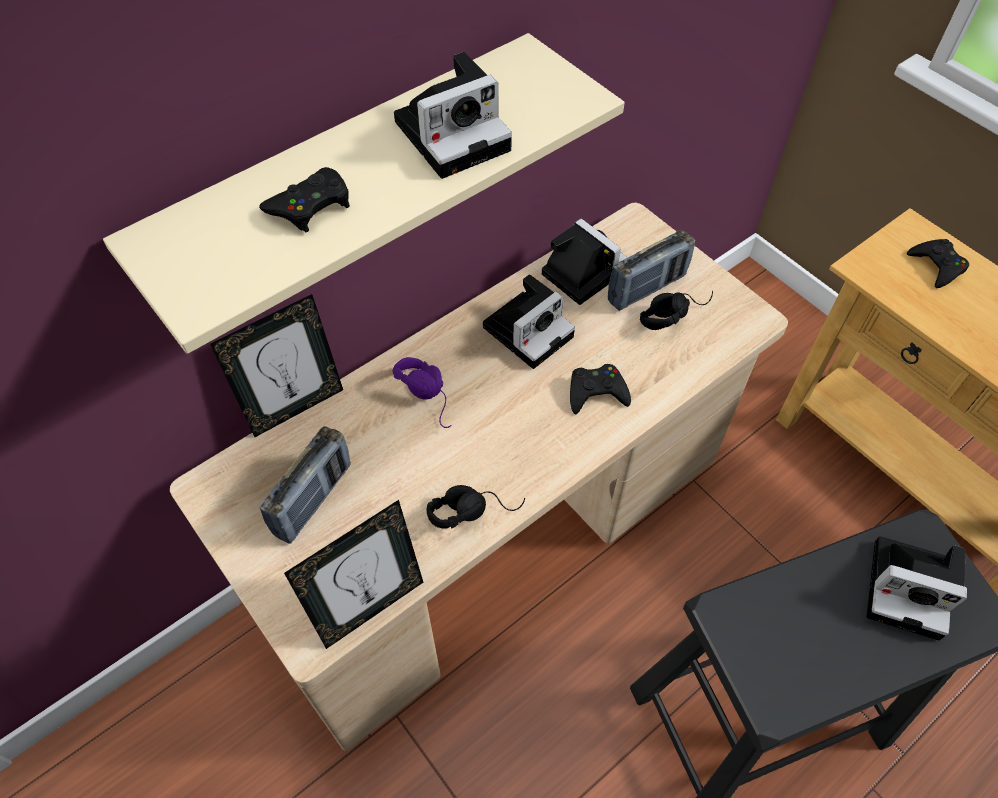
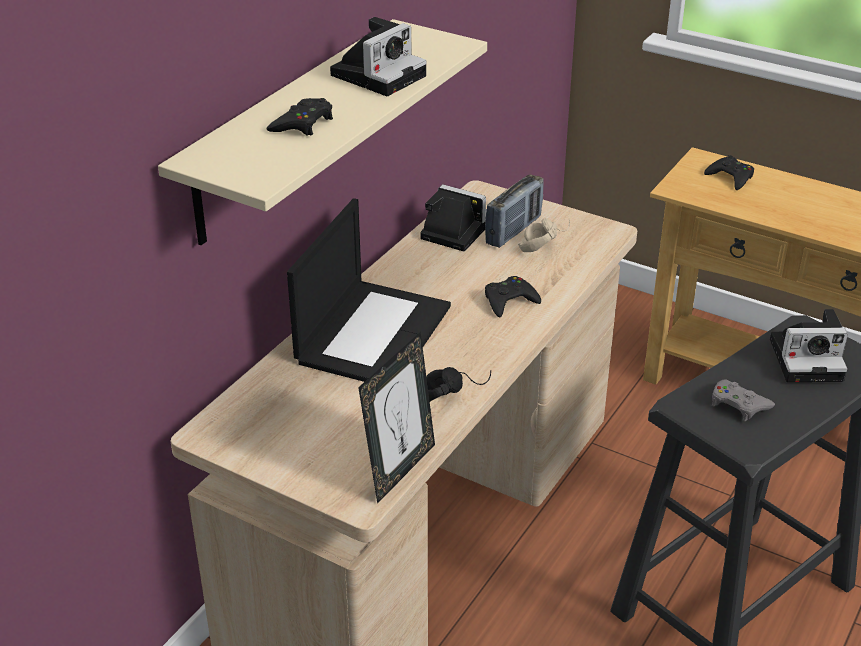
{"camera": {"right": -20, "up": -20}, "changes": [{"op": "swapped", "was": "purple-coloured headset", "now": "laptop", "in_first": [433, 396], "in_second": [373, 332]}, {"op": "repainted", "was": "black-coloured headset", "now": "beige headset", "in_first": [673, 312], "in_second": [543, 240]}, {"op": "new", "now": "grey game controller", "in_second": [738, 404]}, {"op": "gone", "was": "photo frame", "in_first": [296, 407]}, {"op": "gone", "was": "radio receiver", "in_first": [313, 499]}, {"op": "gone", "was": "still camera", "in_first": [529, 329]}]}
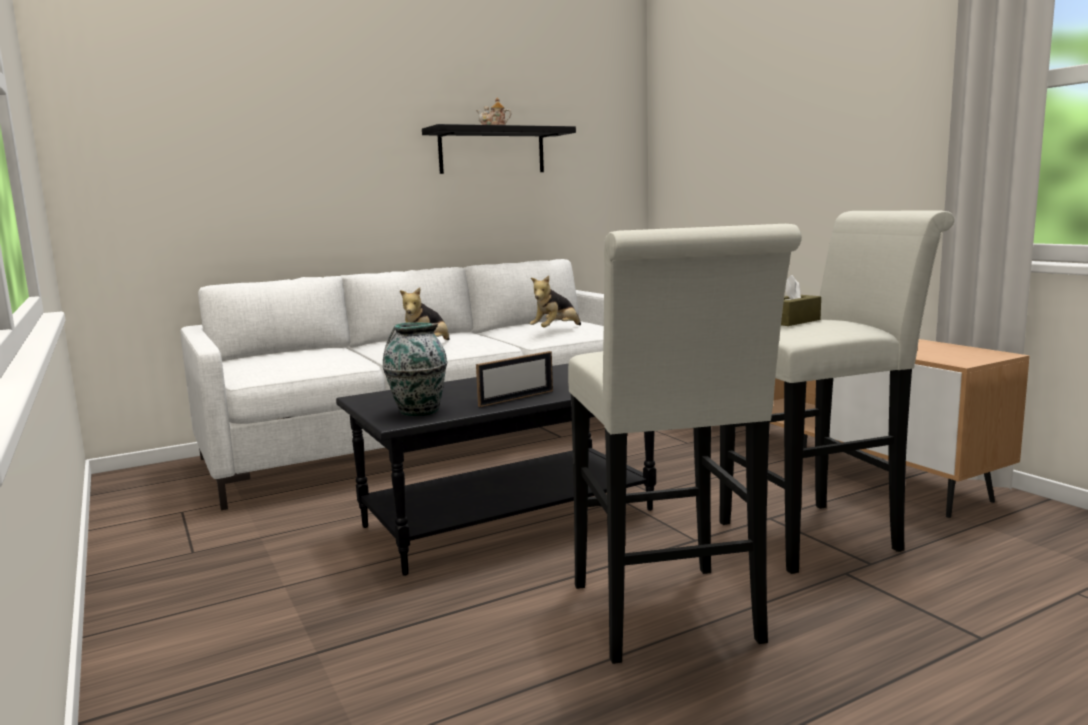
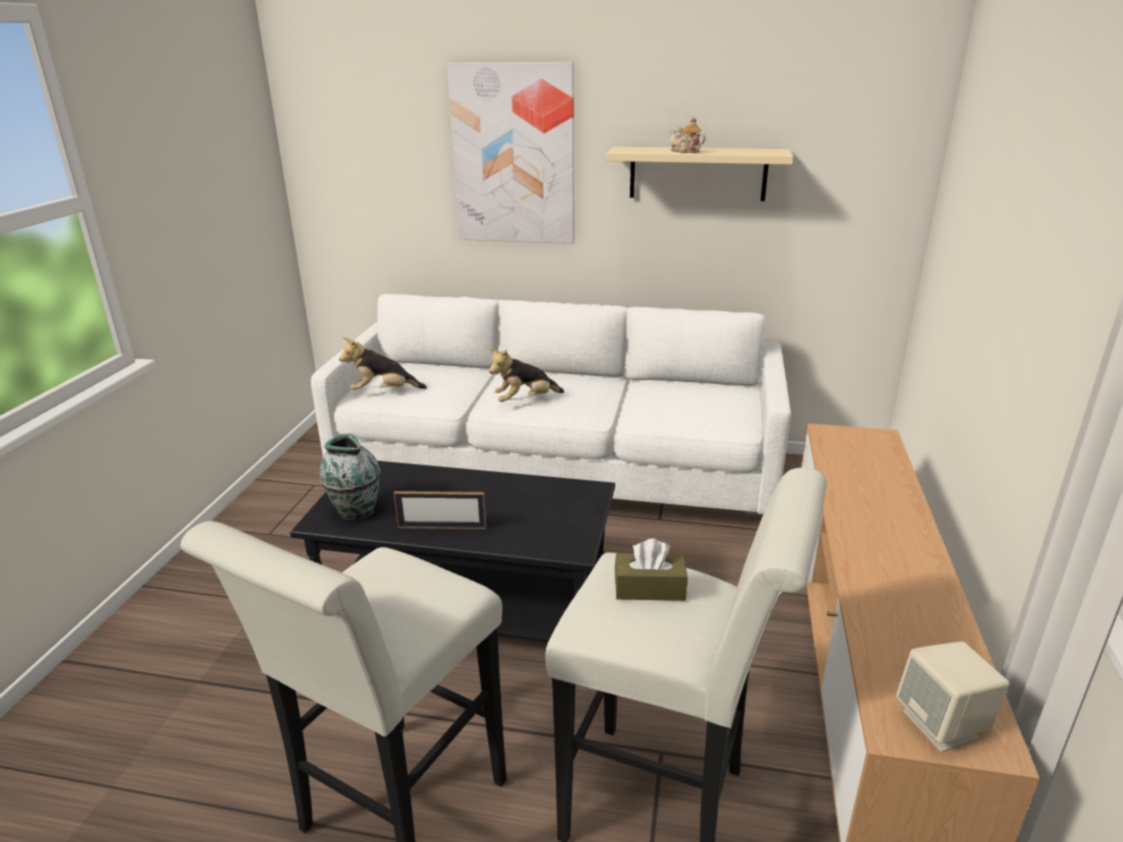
{"camera": {"right": 40, "up": 15}, "changes": [{"op": "shifted", "was": "cuddly toy", "in_first": [556, 330], "in_second": [383, 391]}, {"op": "new", "now": "wall picture", "in_second": [514, 155]}, {"op": "repainted", "was": "black-coloured wall shelf", "now": "beige wall shelf", "in_first": [492, 151], "in_second": [697, 173]}, {"op": "new", "now": "beige loudspeaker", "in_second": [942, 725]}]}
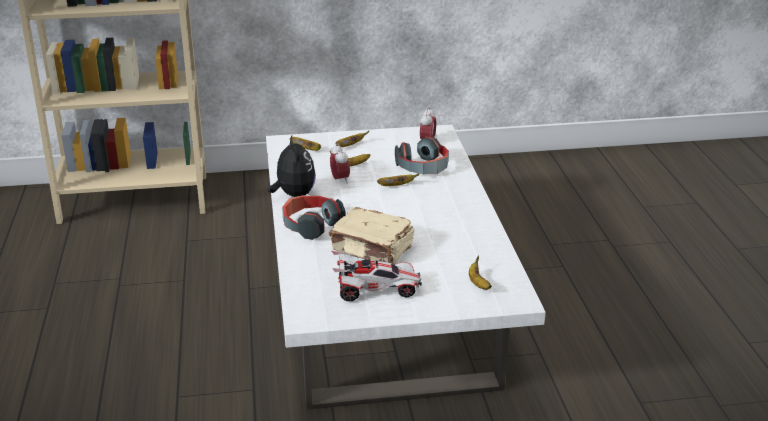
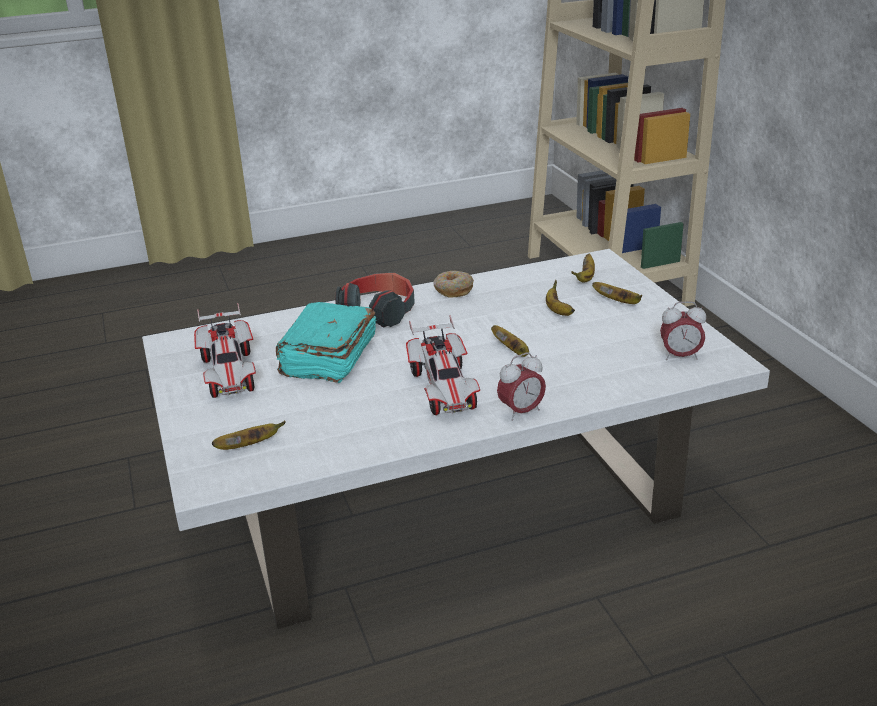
{"camera": {"right": 80, "up": 0}, "changes": [{"op": "repainted", "was": "beige volume", "now": "blue-green volume", "in_first": [373, 249], "in_second": [328, 358]}, {"op": "new", "now": "toy car", "in_second": [444, 389]}, {"op": "swapped", "was": "cuddly toy", "now": "donut", "in_first": [293, 195], "in_second": [453, 290]}, {"op": "shifted", "was": "bedside clock", "in_first": [340, 180], "in_second": [521, 412]}, {"op": "gone", "was": "headset", "in_first": [423, 167]}]}
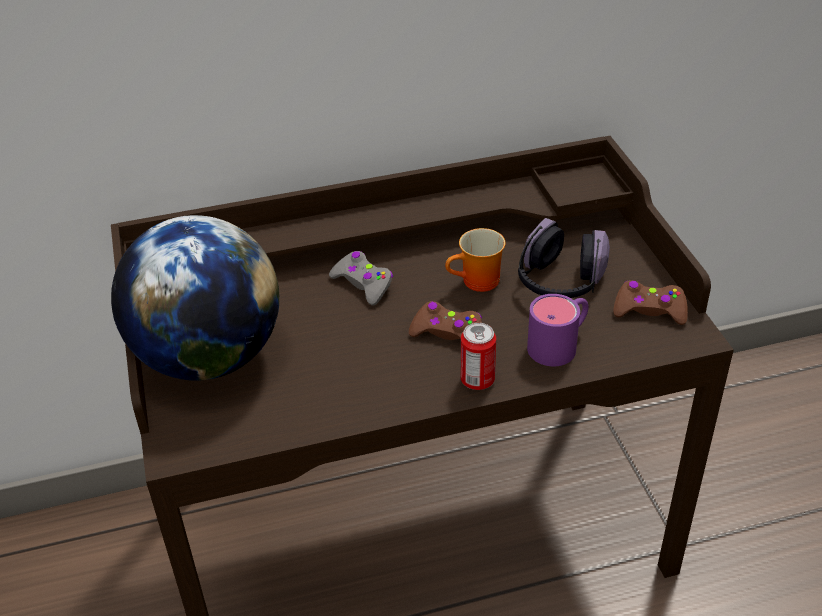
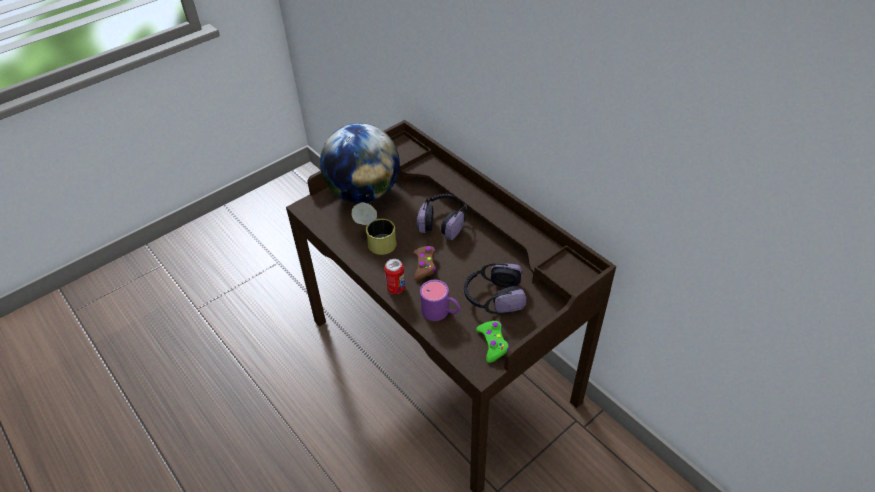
{"camera": {"right": 65, "up": 5}, "changes": [{"op": "new", "now": "metal can", "in_second": [376, 240]}, {"op": "swapped", "was": "grey game controller", "now": "headset", "in_first": [363, 284], "in_second": [444, 222]}, {"op": "repainted", "was": "brownish game controller", "now": "greenish game controller", "in_first": [649, 310], "in_second": [493, 343]}, {"op": "gone", "was": "tea mug", "in_first": [478, 283]}]}
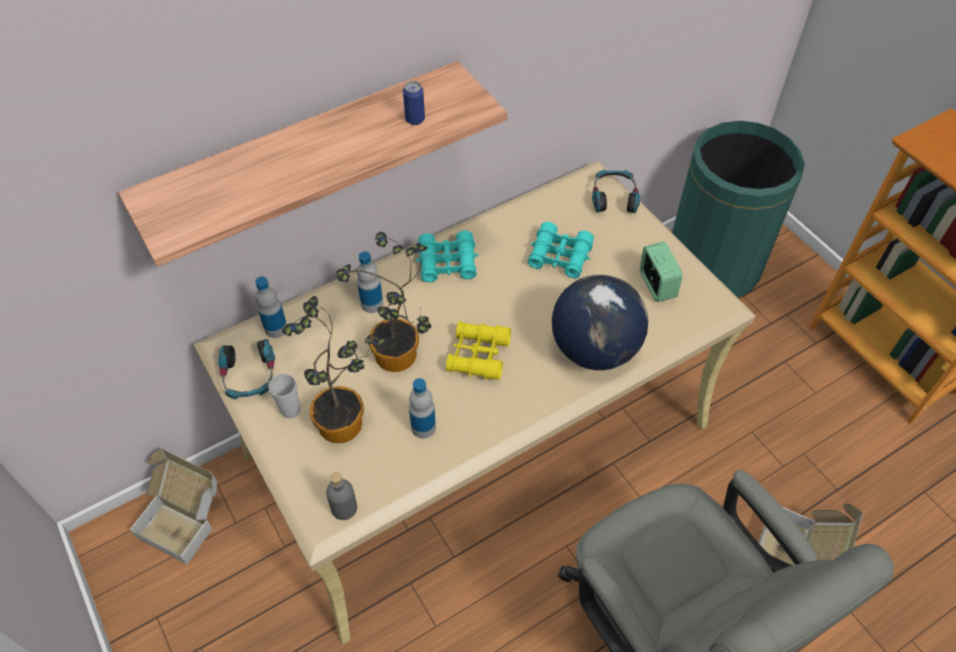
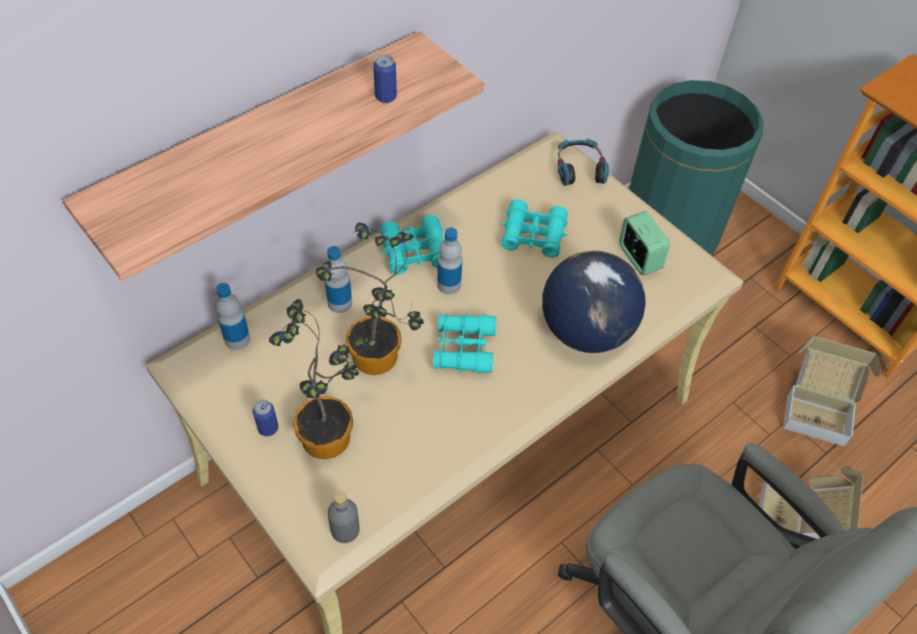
{"camera": {"right": -10, "up": 0}, "changes": [{"op": "swapped", "was": "small cup", "now": "metal can", "in_first": [290, 411], "in_second": [268, 428]}, {"op": "repainted", "was": "yellowish binoculars", "now": "blue-green binoculars", "in_first": [478, 355], "in_second": [464, 348]}, {"op": "shifted", "was": "beverage bottle", "in_first": [423, 427], "in_second": [449, 285]}, {"op": "shifted", "was": "cardboard box", "in_first": [185, 519], "in_second": [817, 407]}, {"op": "gone", "was": "headset", "in_first": [249, 376]}]}
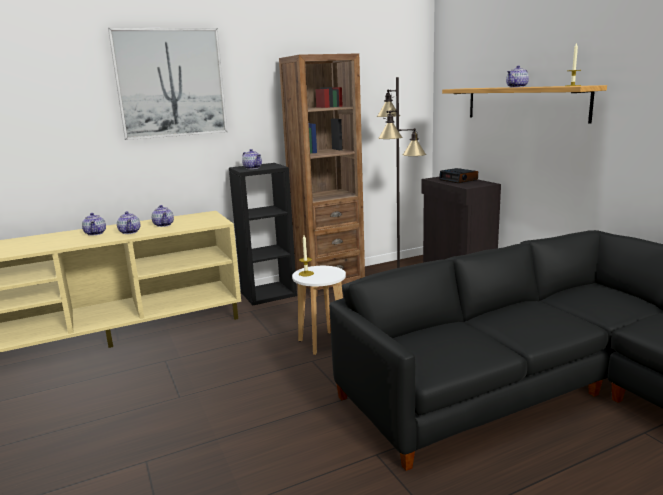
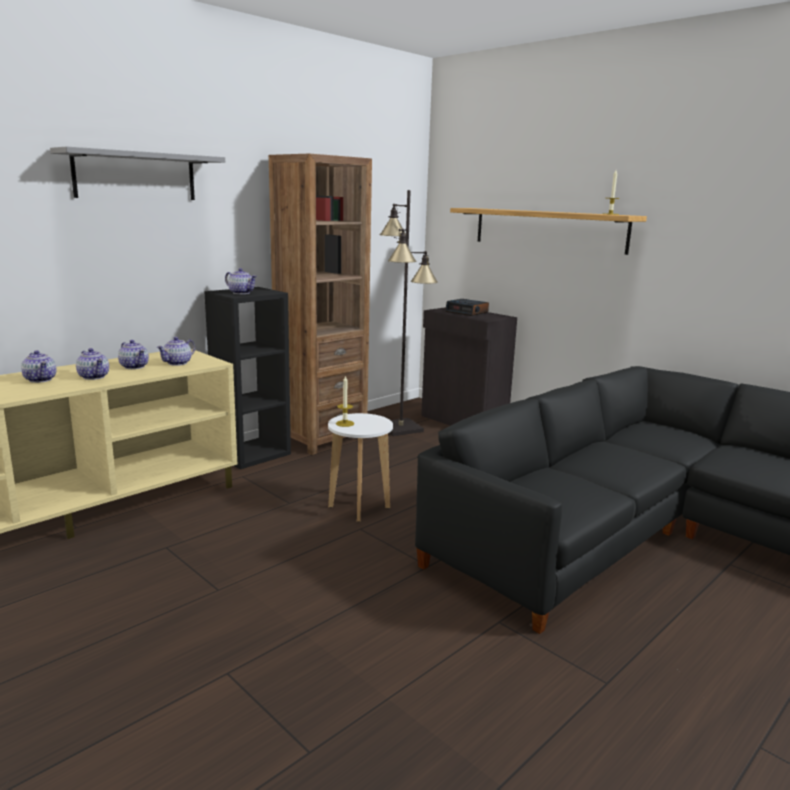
{"camera": {"right": -20, "up": 0}, "changes": [{"op": "swapped", "was": "wall picture", "now": "grey wall shelf", "in_first": [171, 83], "in_second": [135, 176]}, {"op": "shifted", "was": "pot for tea", "in_first": [517, 87], "in_second": [178, 363]}]}
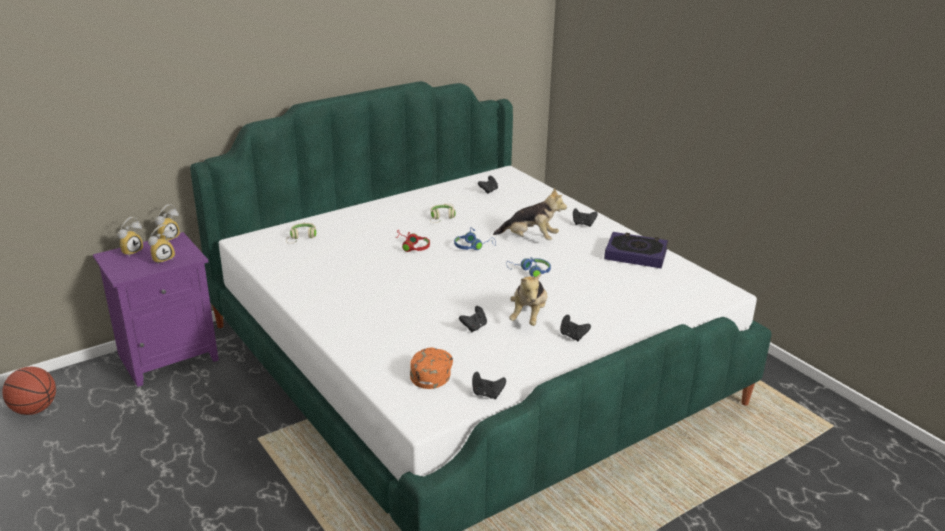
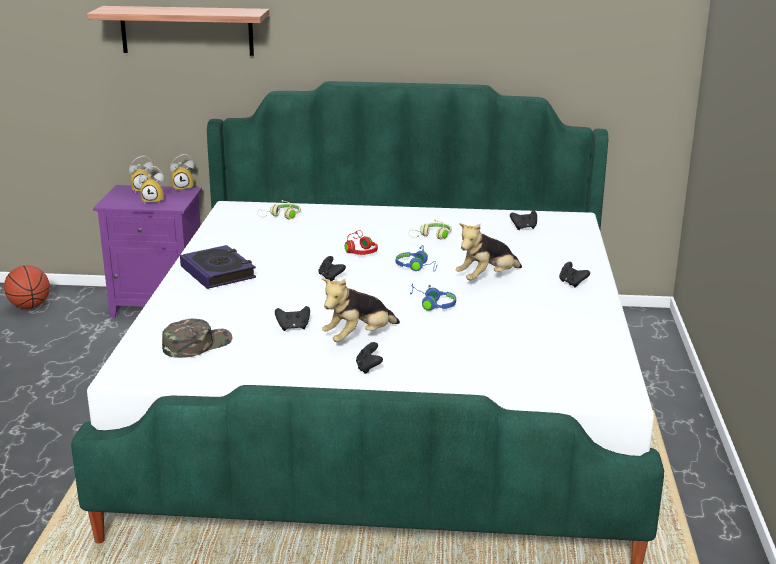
{"camera": {"right": 40, "up": -5}, "changes": [{"op": "new", "now": "wall shelf", "in_second": [187, 30]}, {"op": "repainted", "was": "orangey baseball cap", "now": "greenish baseball cap", "in_first": [431, 370], "in_second": [197, 344]}, {"op": "shifted", "was": "volume", "in_first": [635, 254], "in_second": [218, 272]}, {"op": "shifted", "was": "black-coloured game controller", "in_first": [487, 394], "in_second": [330, 277]}, {"op": "rotated", "was": "cuddly toy", "in_first": [530, 239], "in_second": [487, 278], "clockwise": 90}]}
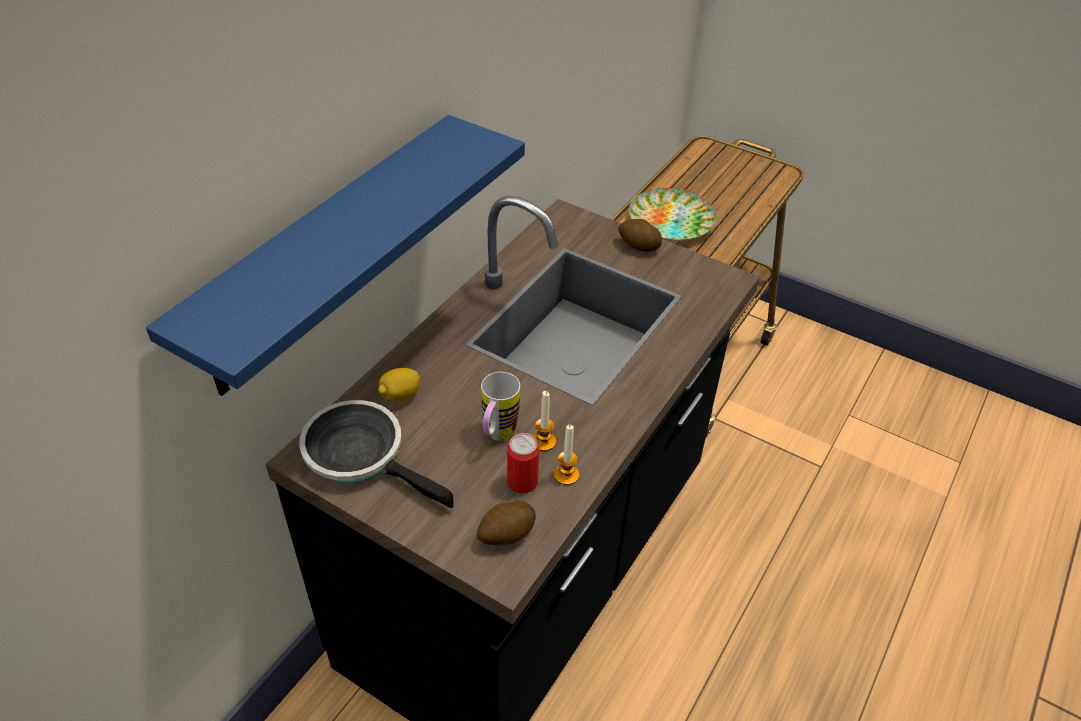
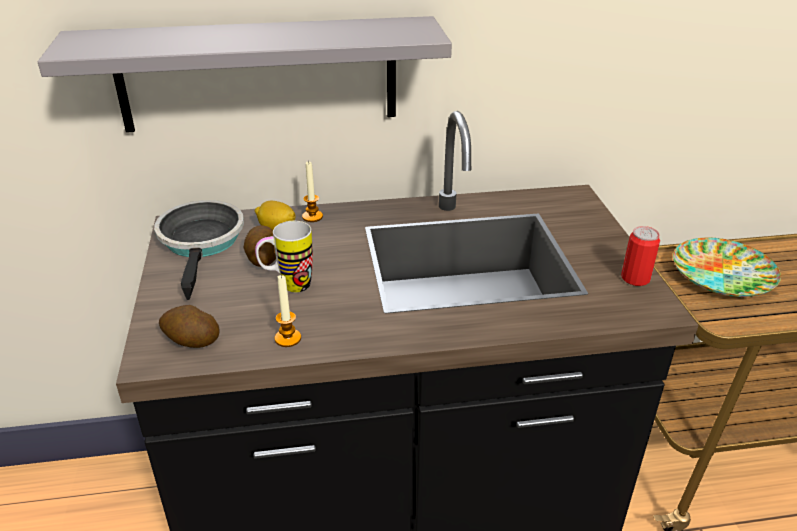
{"camera": {"right": 50, "up": -10}, "changes": [{"op": "repainted", "was": "bluish wall shelf", "now": "grey wall shelf", "in_first": [327, 254], "in_second": [258, 75]}, {"op": "shifted", "was": "potato", "in_first": [638, 246], "in_second": [263, 258]}, {"op": "shifted", "was": "wax candle", "in_first": [543, 441], "in_second": [312, 217]}, {"op": "shifted", "was": "metal can", "in_first": [522, 481], "in_second": [635, 278]}]}
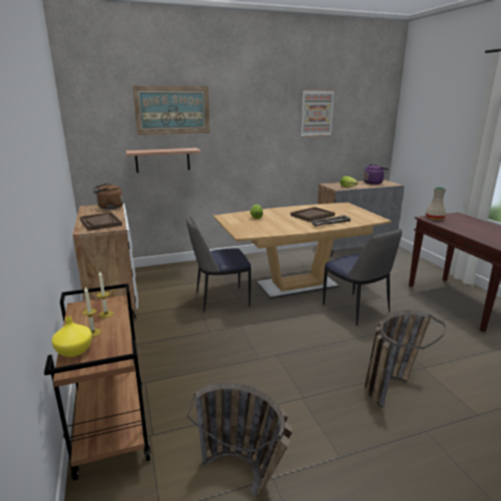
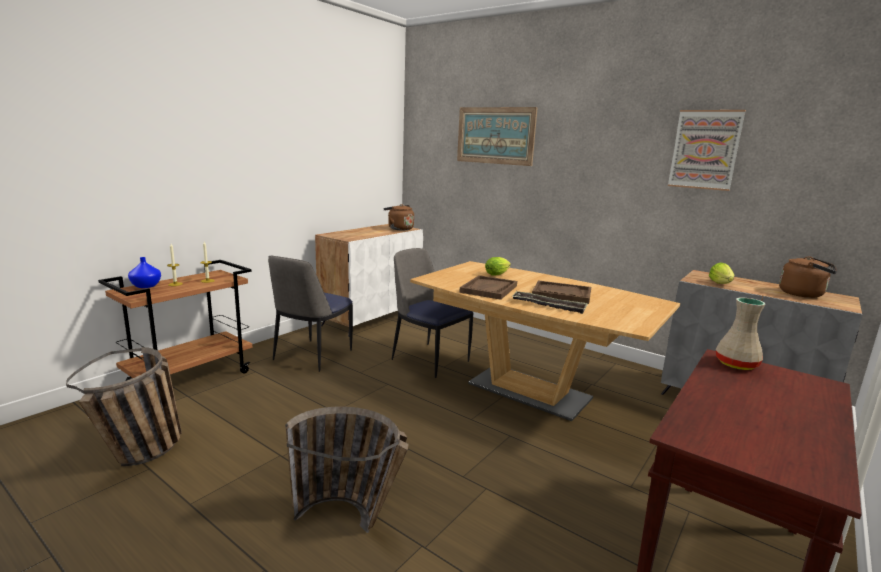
{"camera": {"right": 55, "up": -5}, "changes": [{"op": "repainted", "was": "yellowish flower vase", "now": "bluish flower vase", "in_first": [75, 350], "in_second": [147, 286]}, {"op": "shifted", "was": "plain chair", "in_first": [357, 309], "in_second": [312, 356]}, {"op": "shifted", "was": "brownish serving tray", "in_first": [101, 222], "in_second": [489, 289]}, {"op": "repainted", "was": "purple-coloured water kettle", "now": "brownish water kettle", "in_first": [373, 183], "in_second": [804, 294]}, {"op": "gone", "was": "wall shelf", "in_first": [162, 160]}]}
